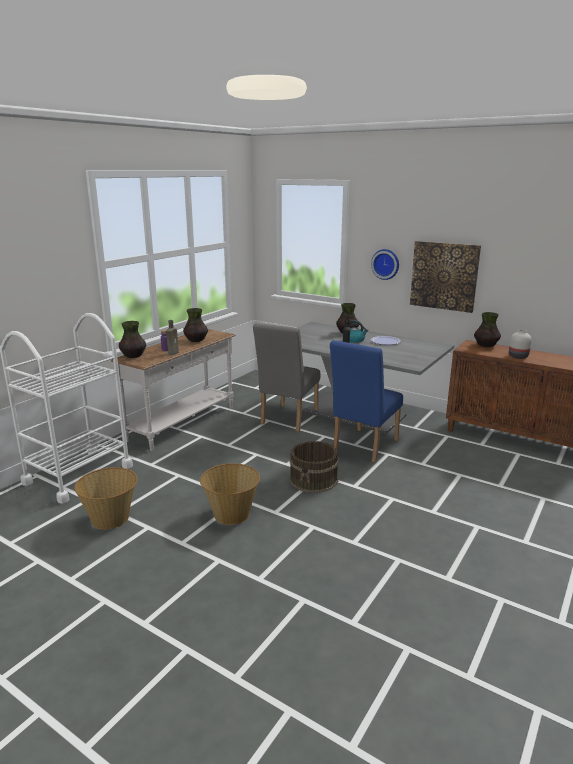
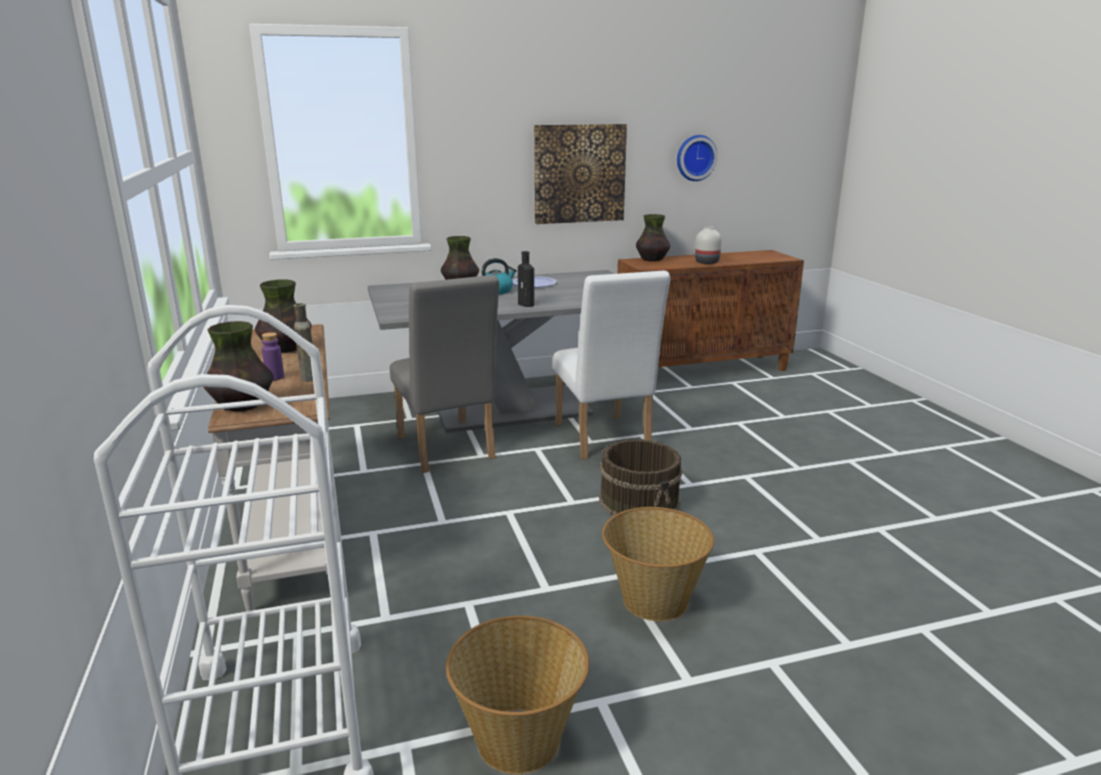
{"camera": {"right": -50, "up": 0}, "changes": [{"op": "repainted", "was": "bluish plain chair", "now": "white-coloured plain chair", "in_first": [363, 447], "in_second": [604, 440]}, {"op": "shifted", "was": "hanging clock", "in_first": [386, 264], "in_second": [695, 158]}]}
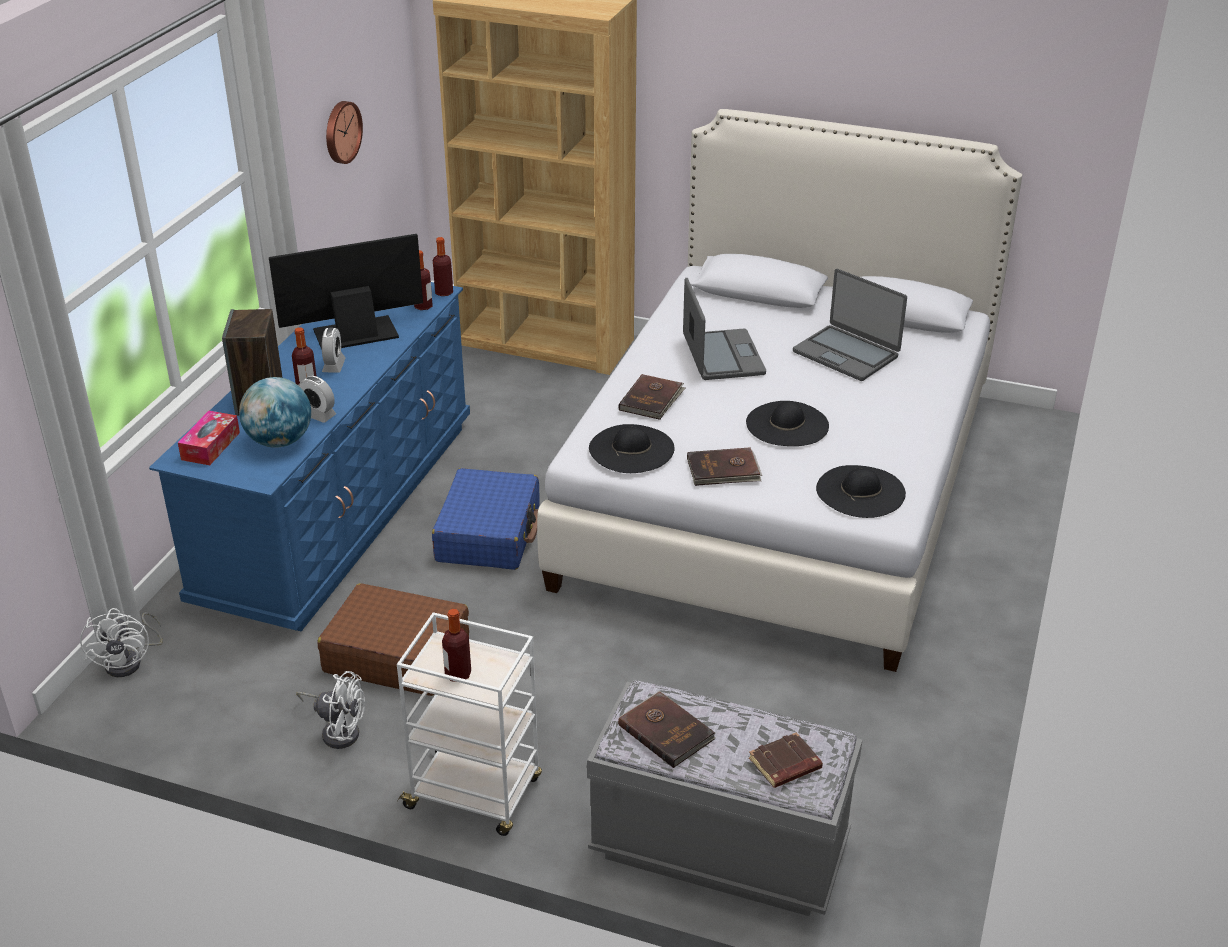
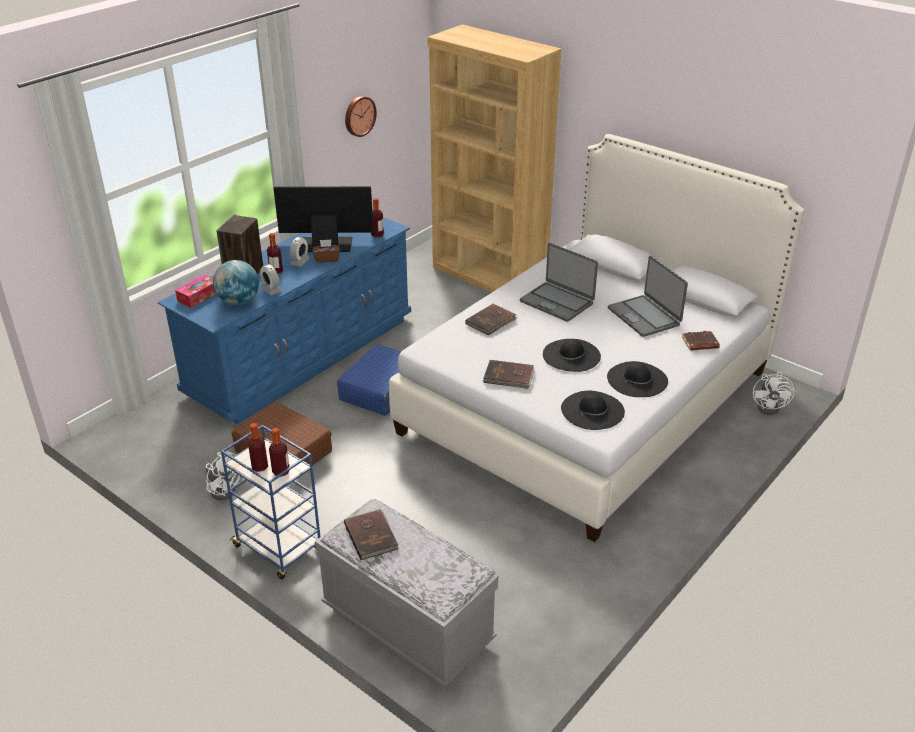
{"camera": {"right": 20, "up": 0}, "changes": [{"op": "repainted", "was": "white-coloured trolley", "now": "bluish trolley", "in_first": [475, 794], "in_second": [279, 549]}, {"op": "shifted", "was": "beverage bottle", "in_first": [444, 292], "in_second": [281, 471]}, {"op": "new", "now": "brownish box of tissues", "in_second": [327, 259]}, {"op": "rotated", "was": "laptop", "in_first": [722, 356], "in_second": [557, 302], "clockwise": 120}, {"op": "shifted", "was": "black-coloured wearable hat", "in_first": [631, 449], "in_second": [637, 379]}, {"op": "shifted", "was": "brownish volume", "in_first": [785, 765], "in_second": [700, 344]}, {"op": "shifted", "was": "white-coloured cooling fan", "in_first": [130, 661], "in_second": [771, 407]}]}
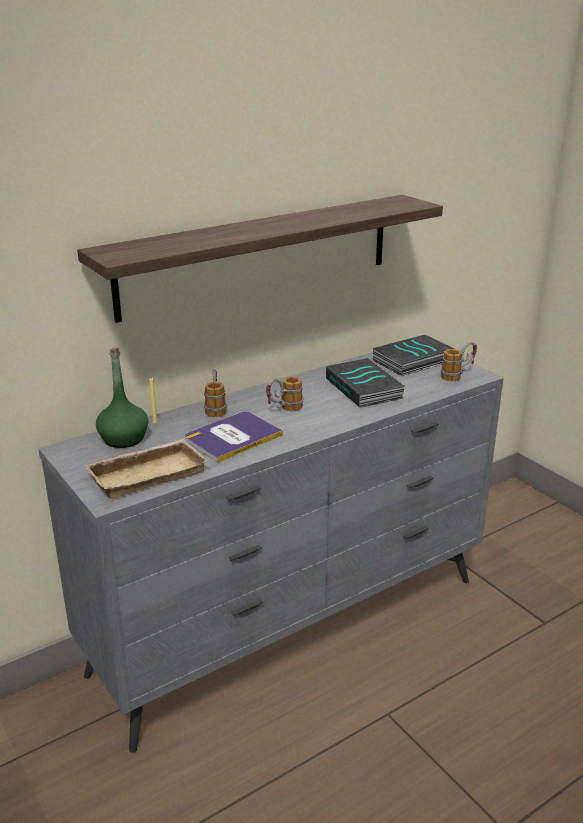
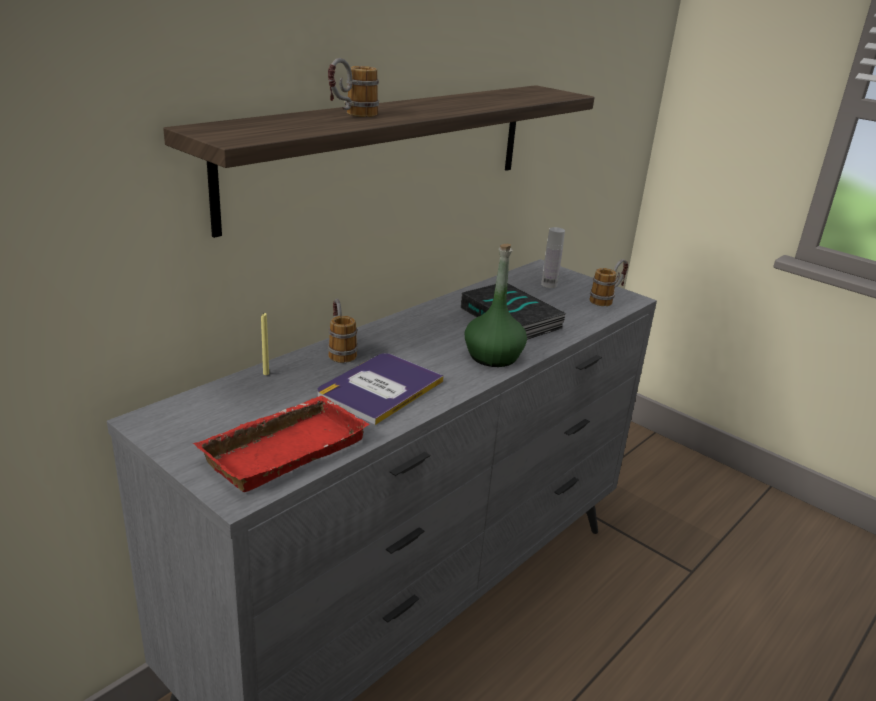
{"camera": {"right": -15, "up": 0}, "changes": [{"op": "repainted", "was": "beige serving tray", "now": "red-coloured serving tray", "in_first": [147, 473], "in_second": [284, 448]}, {"op": "shifted", "was": "tea mug", "in_first": [284, 409], "in_second": [351, 115]}, {"op": "shifted", "was": "greenish beverage bottle", "in_first": [123, 439], "in_second": [493, 356]}, {"op": "swapped", "was": "volume", "now": "white-coloured beverage bottle", "in_first": [413, 361], "in_second": [549, 284]}]}
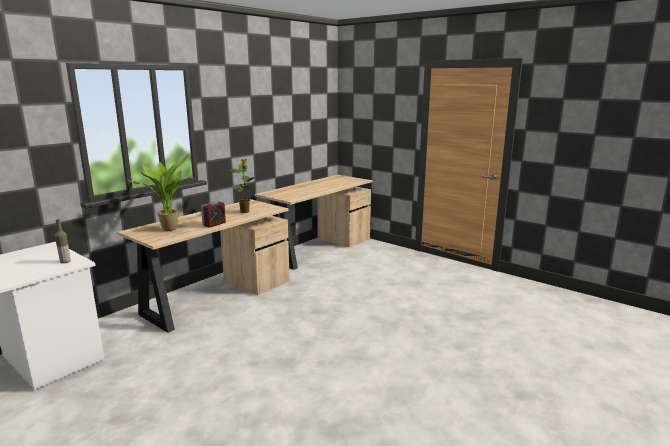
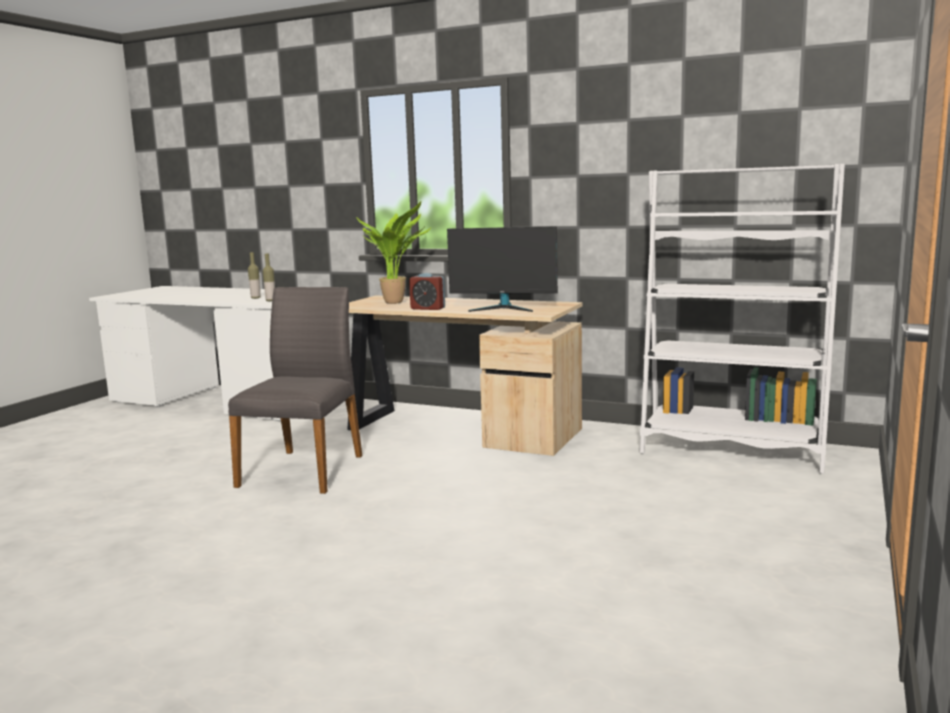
{"camera": {"right": 75, "up": -5}, "changes": [{"op": "new", "now": "grey plain chair", "in_second": [304, 470]}, {"op": "new", "now": "beverage bottle", "in_second": [255, 298]}, {"op": "swapped", "was": "potted plant", "now": "computer display", "in_first": [245, 212], "in_second": [504, 308]}, {"op": "swapped", "was": "beige desk", "now": "white-coloured shelving unit", "in_first": [317, 248], "in_second": [731, 450]}]}
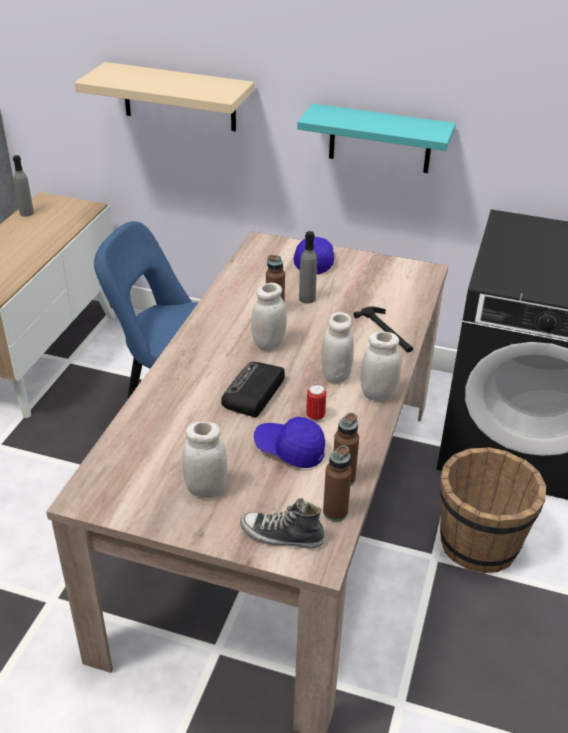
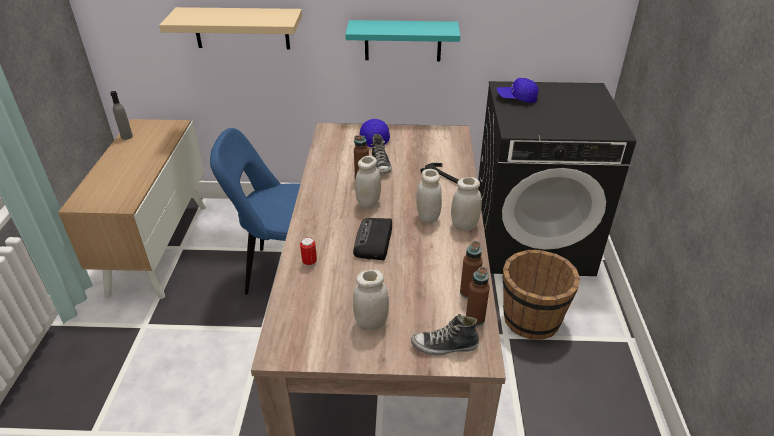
{"camera": {"right": -15, "up": 0}, "changes": [{"op": "shifted", "was": "metal can", "in_first": [315, 416], "in_second": [309, 262]}, {"op": "swapped", "was": "grey beverage bottle", "now": "item of footwear", "in_first": [307, 298], "in_second": [381, 165]}, {"op": "shifted", "was": "bluish baseball cap", "in_first": [290, 450], "in_second": [516, 98]}]}
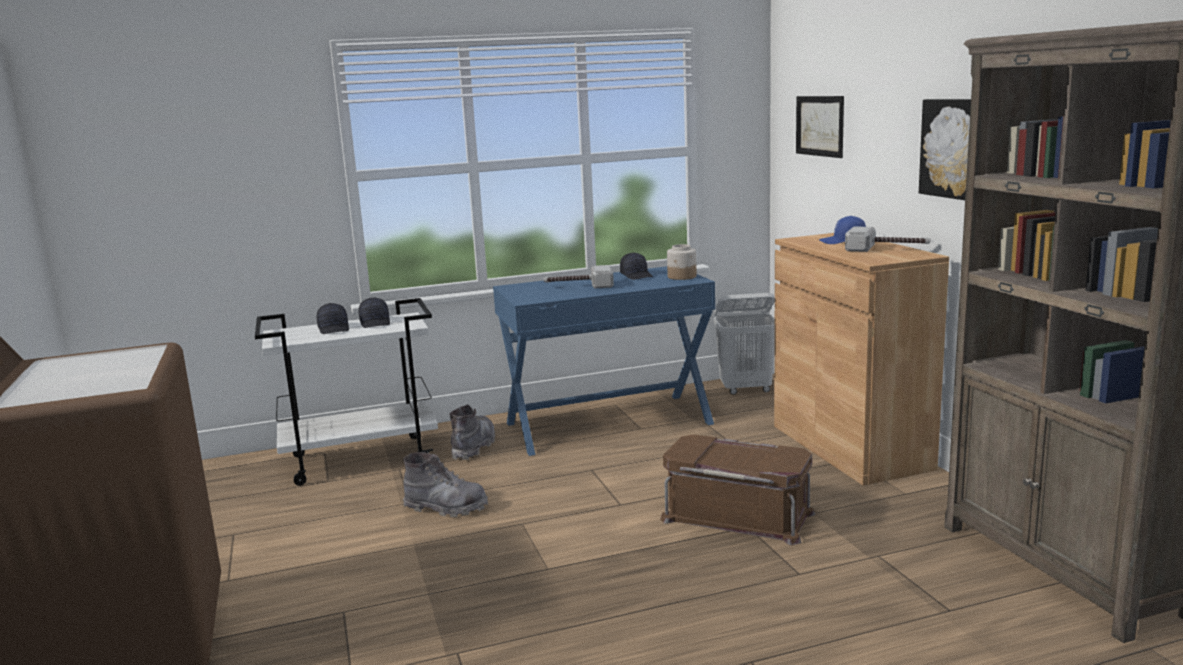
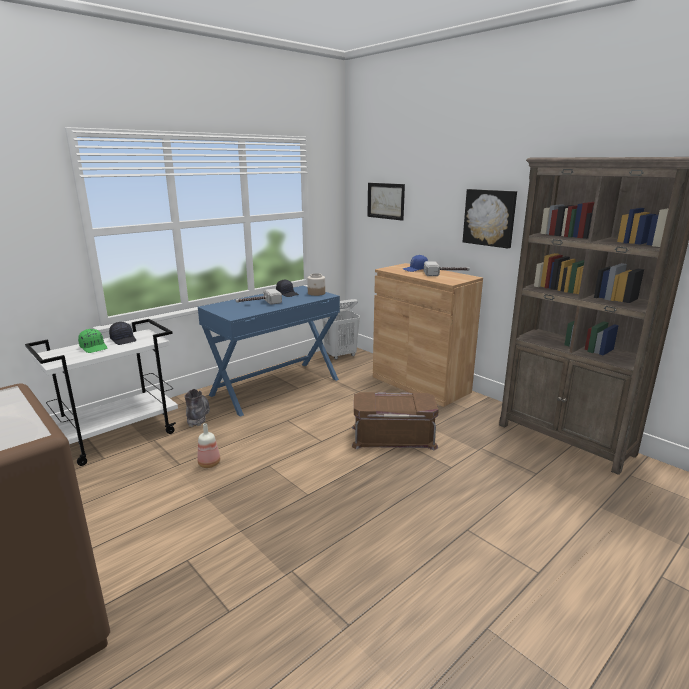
{"camera": {"right": -25, "up": 5}, "changes": [{"op": "repainted", "was": "black-coloured baseball cap", "now": "greenish baseball cap", "in_first": [334, 329], "in_second": [94, 347]}, {"op": "swapped", "was": "grey boot", "now": "beverage bottle", "in_first": [446, 508], "in_second": [209, 463]}]}
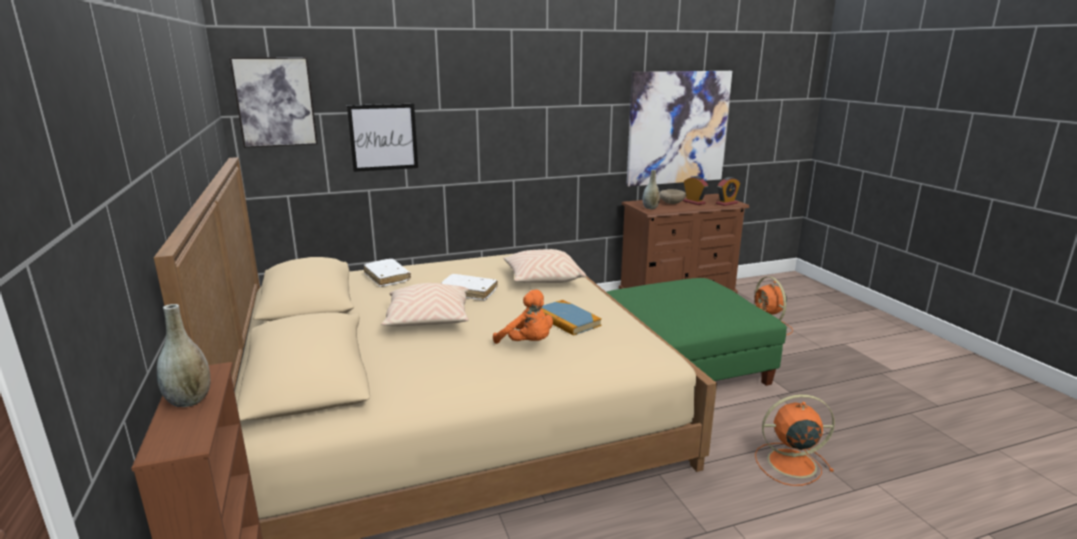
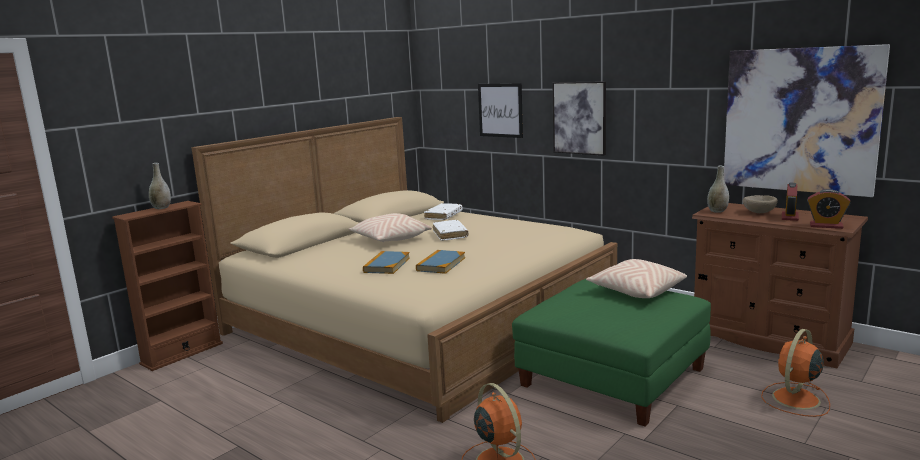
{"camera": {"right": 60, "up": -5}, "changes": [{"op": "swapped", "was": "orangey cuddly toy", "now": "volume", "in_first": [527, 343], "in_second": [387, 265]}, {"op": "shifted", "was": "wall picture", "in_first": [275, 102], "in_second": [579, 118]}, {"op": "shifted", "was": "beige cushion", "in_first": [542, 279], "in_second": [636, 291]}]}
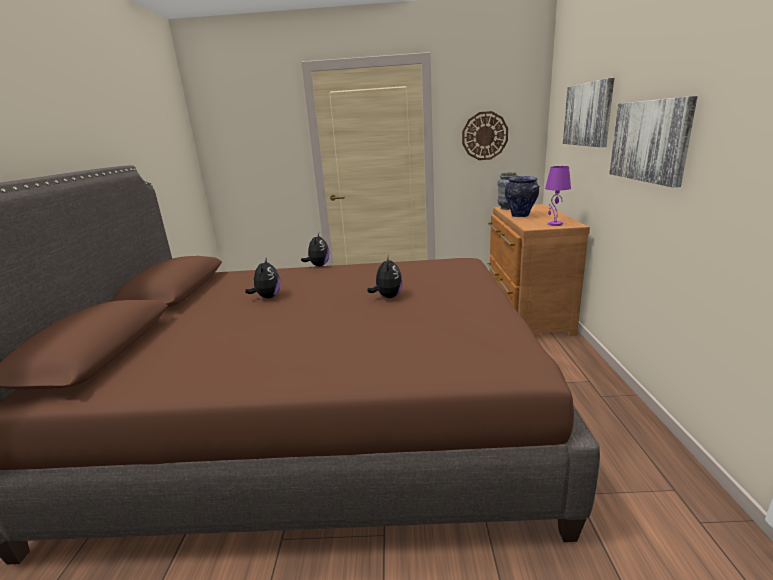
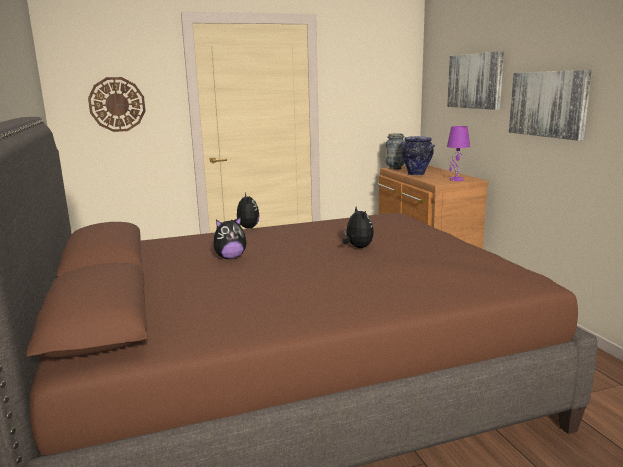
{"camera": {"right": -20, "up": -5}, "changes": [{"op": "shifted", "was": "hanging clock", "in_first": [484, 136], "in_second": [117, 104]}, {"op": "rotated", "was": "cuddly toy", "in_first": [267, 297], "in_second": [230, 258], "clockwise": 90}]}
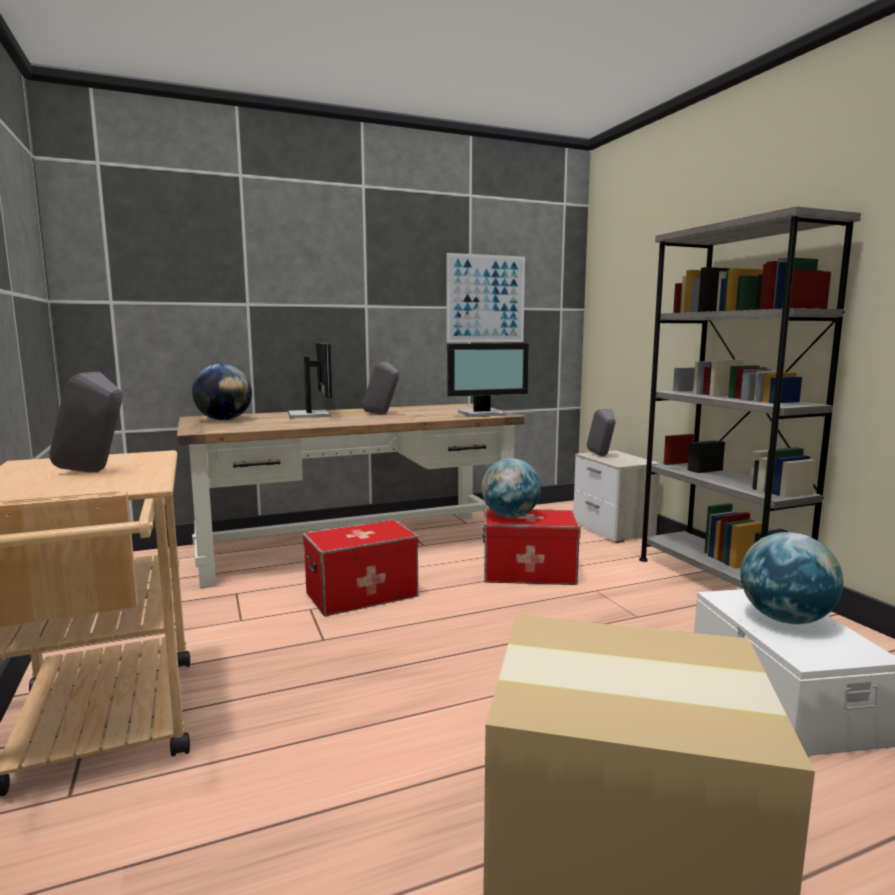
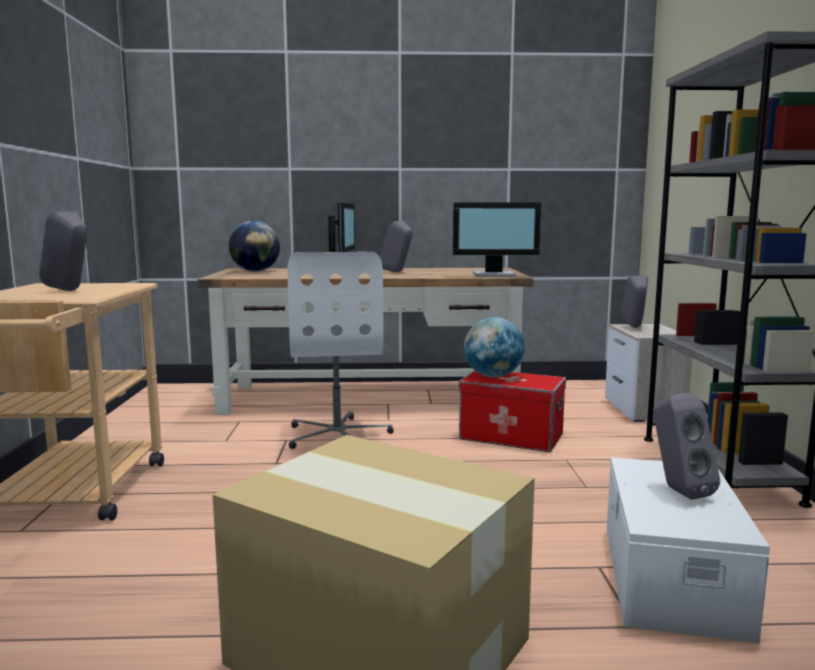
{"camera": {"right": 20, "up": 0}, "changes": [{"op": "swapped", "was": "storage bin", "now": "white-coloured desk chair", "in_first": [362, 595], "in_second": [338, 435]}, {"op": "swapped", "was": "desk globe", "now": "grey loudspeaker", "in_first": [785, 619], "in_second": [677, 491]}, {"op": "gone", "was": "wall picture", "in_first": [485, 299]}]}
